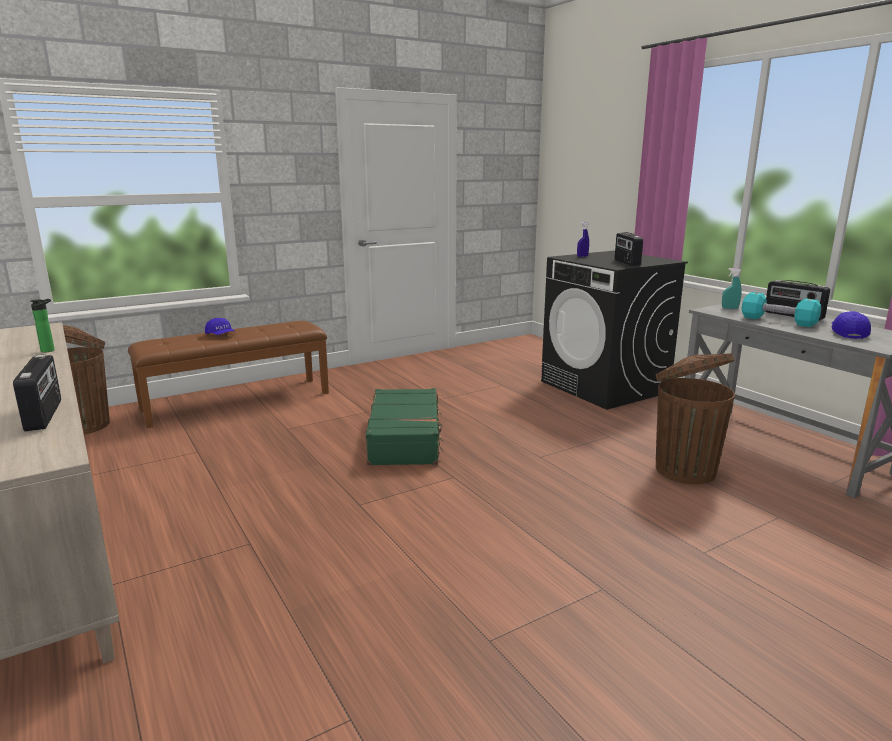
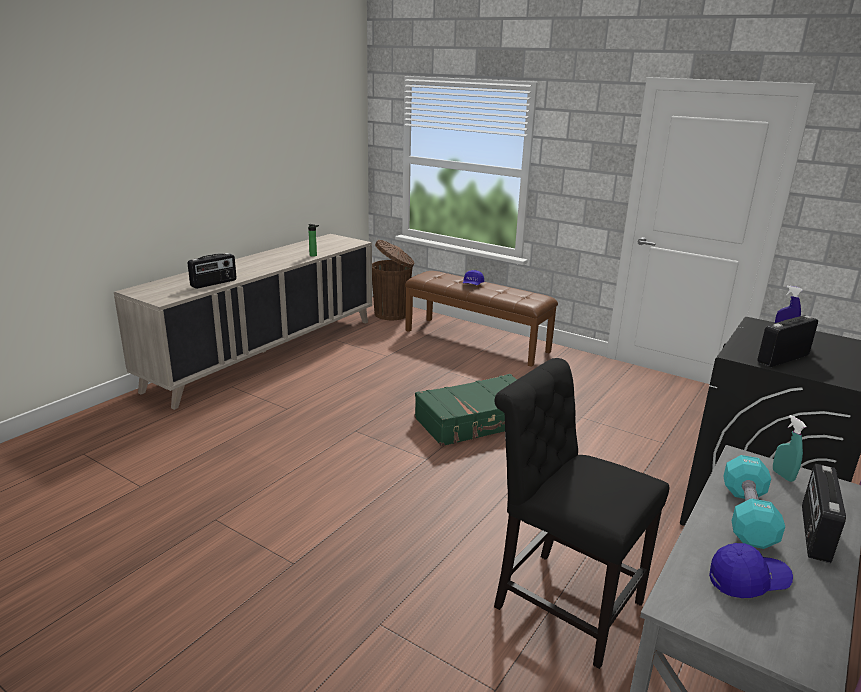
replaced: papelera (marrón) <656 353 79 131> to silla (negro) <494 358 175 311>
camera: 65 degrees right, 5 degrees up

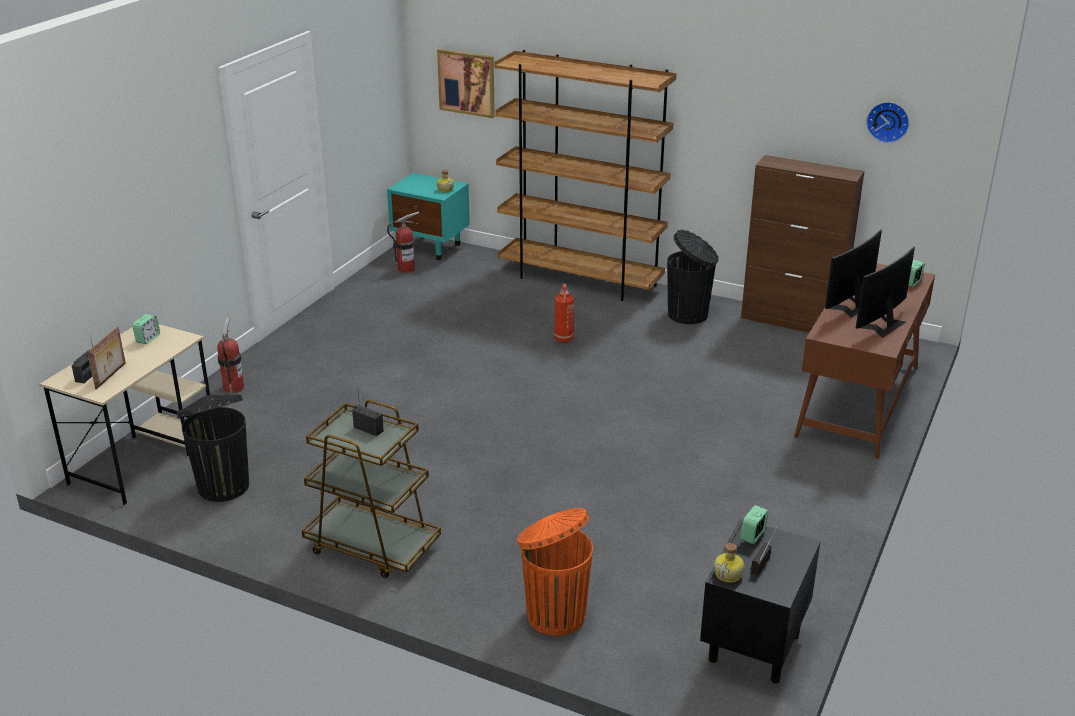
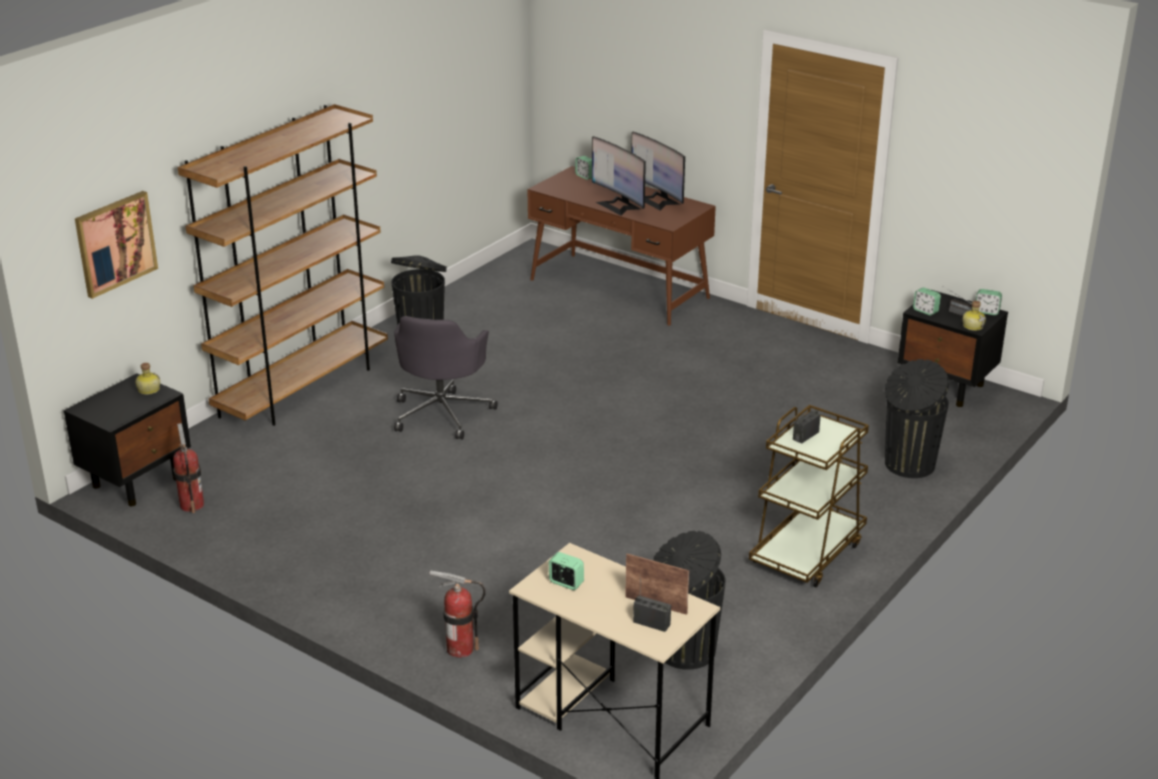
removed: armario (marrón) <741 155 124 178>; reloj de pared <866 102 43 41>
added: despertador <976 289 26 26>
replaced: extintor <554 283 20 60> to silla de oficina (gris) <394 316 104 124>
recoloured: mesita de noche (turquesa) <387 173 83 87> to mesita de noche (negro) <64 373 127 134>; papelera (naranja) <517 508 76 128> to papelera (negro) <885 359 64 119>
camera: 80 degrees left, 0 degrees up

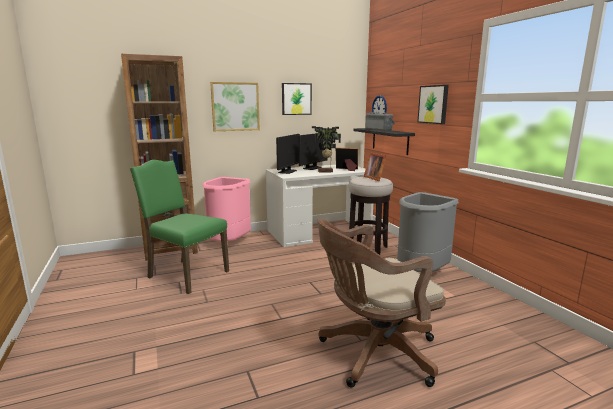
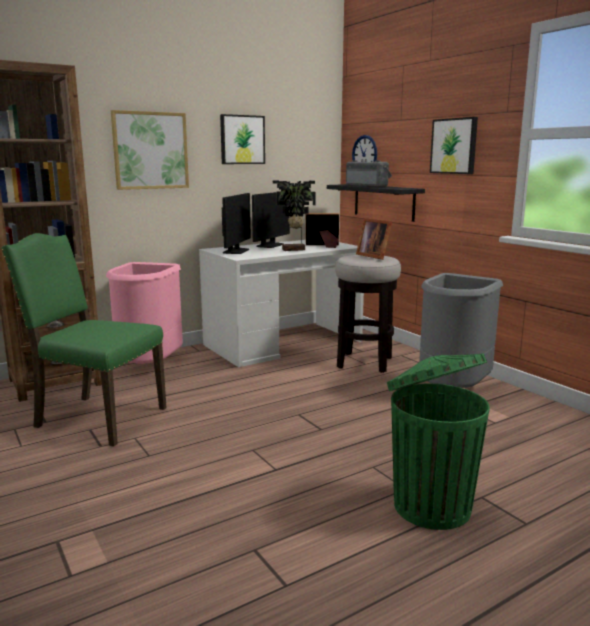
replaced: silla de oficina (marrón) <318 219 128 169> to papelera (verde) <387 353 103 177>
camera: 10 degrees left, 0 degrees up

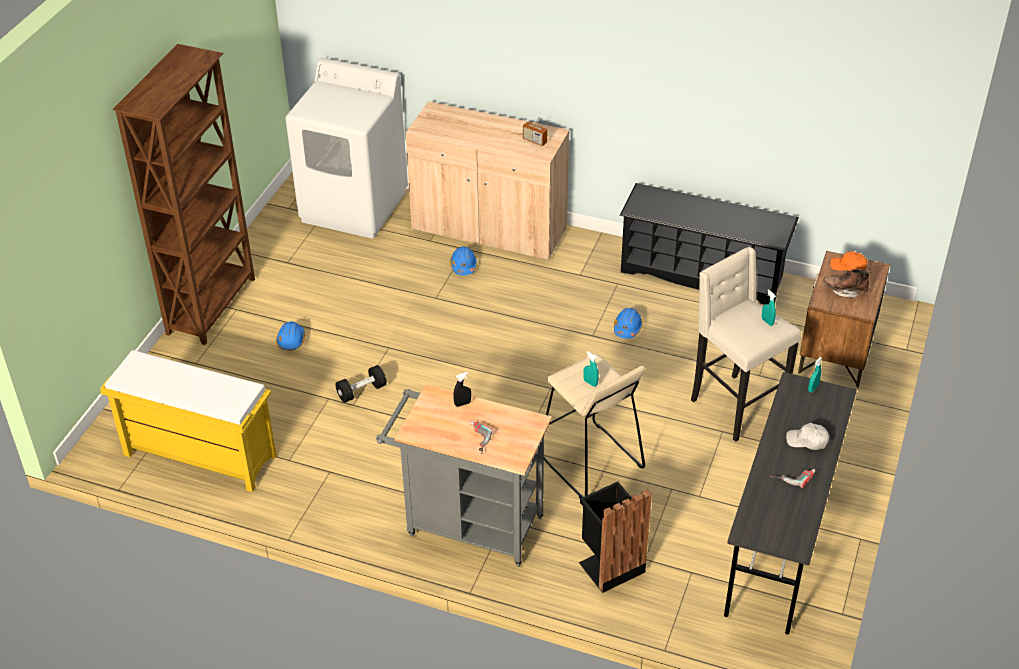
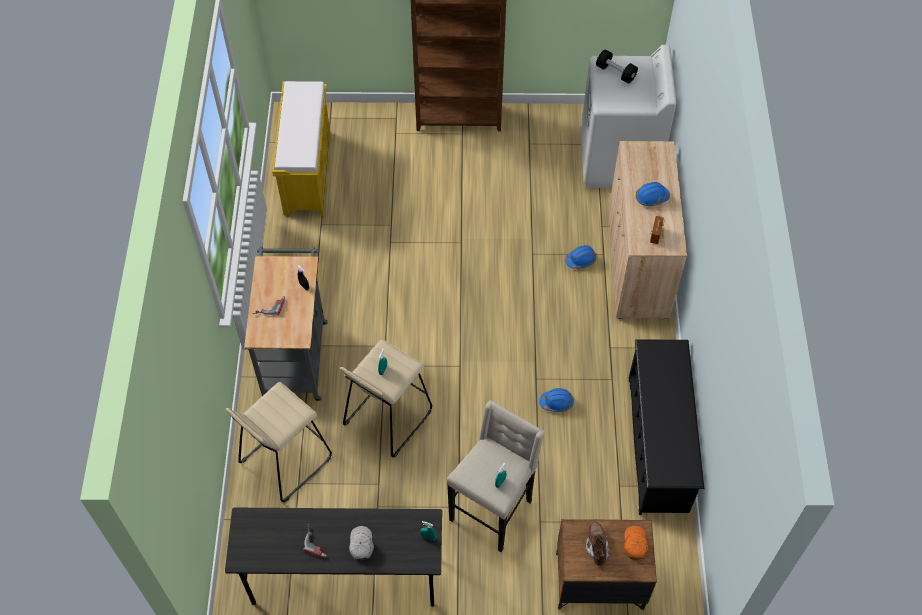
moved: mancuerna (negro) <335 365 52 38> to <596 49 42 35>; casco (azul) <276 321 29 30> to <636 182 34 24>
replaced: papelera (negro) <579 481 73 112> to taburete (beis) <225 382 107 120>
camera: 70 degrees right, 15 degrees up

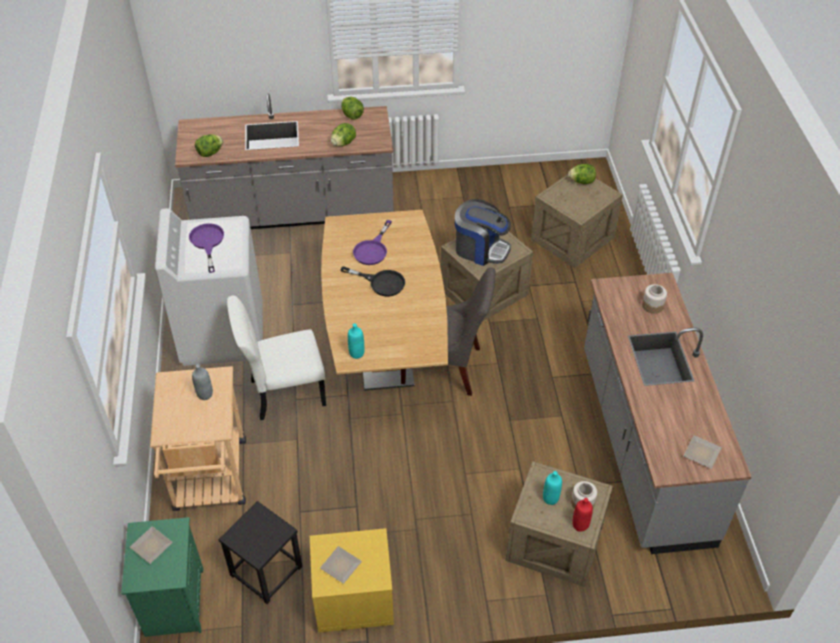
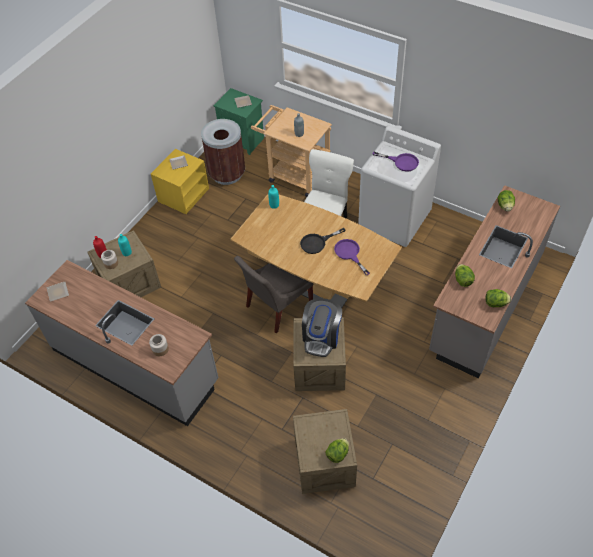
replaced: taburete (negro) <219 501 83 103> to papelera (marrón) <201 119 44 66>
turned: cafetera <455 199 56 67> = <302 298 40 59> 45 degrees counterclockwise
camera: 130 degrees right, 5 degrees up

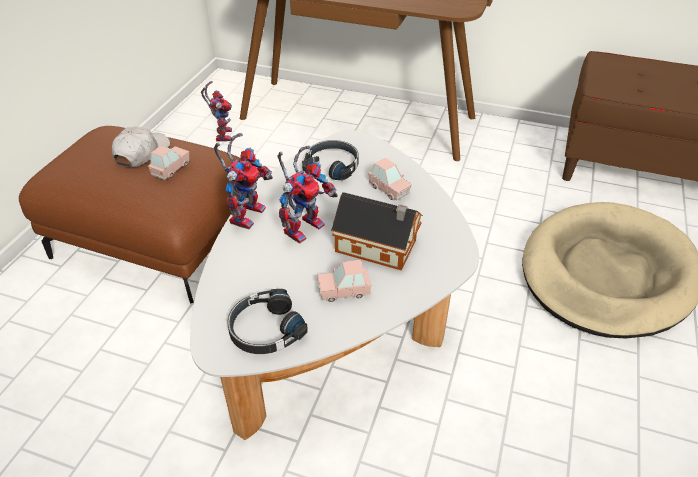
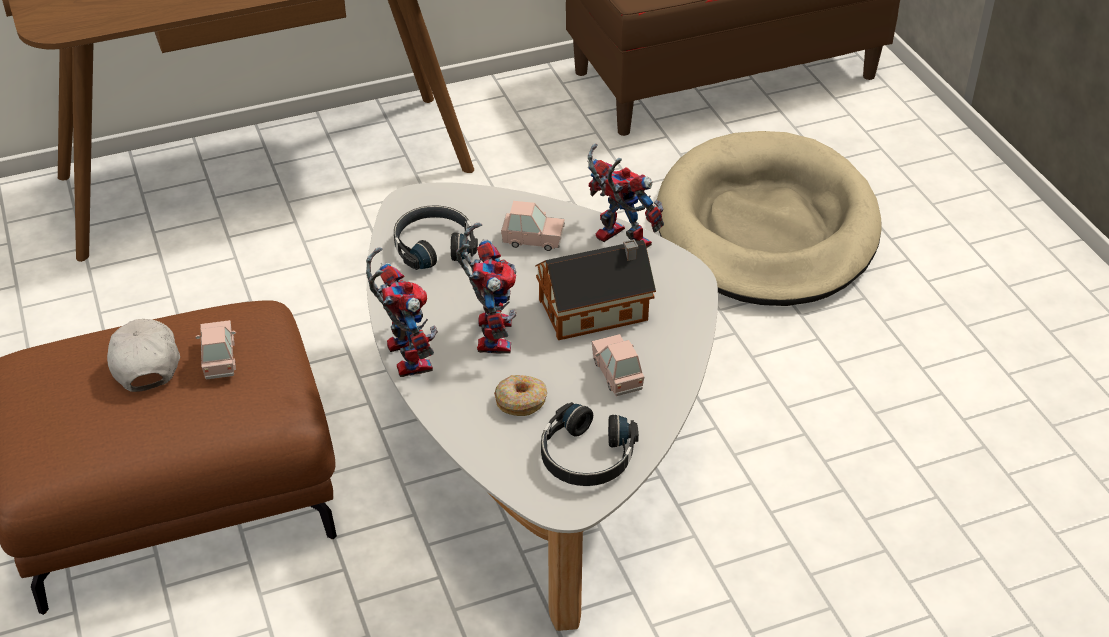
added: rosquilla <494 375 53 41>
moved: robot de juguete <201 81 31 61> to <587 143 77 105>
turned: coche de juguete (rosa) <317 260 54 42> = <591 334 53 62> 120 degrees clockwise
camera: 40 degrees left, 0 degrees up

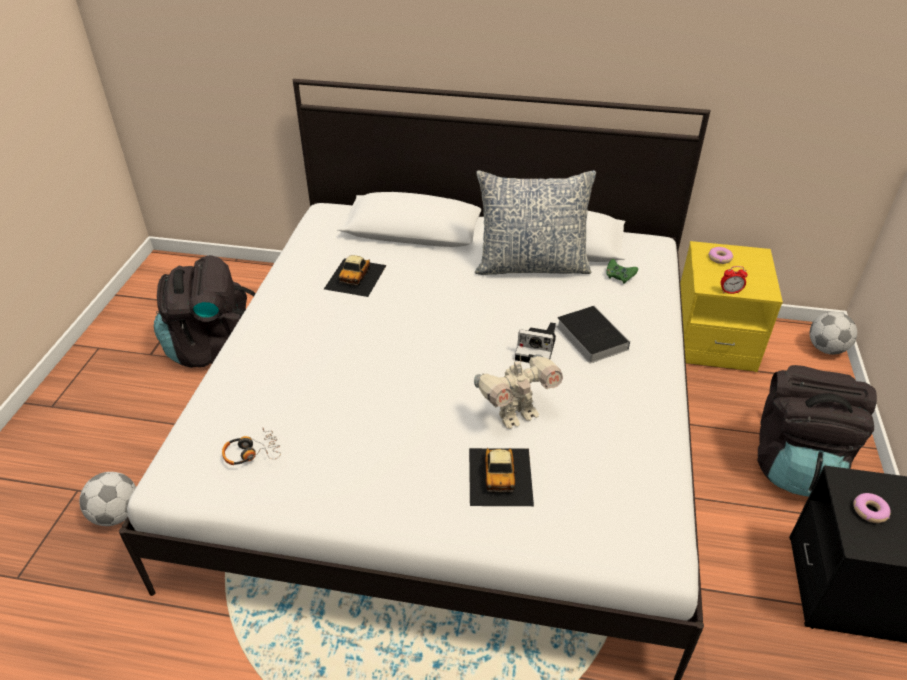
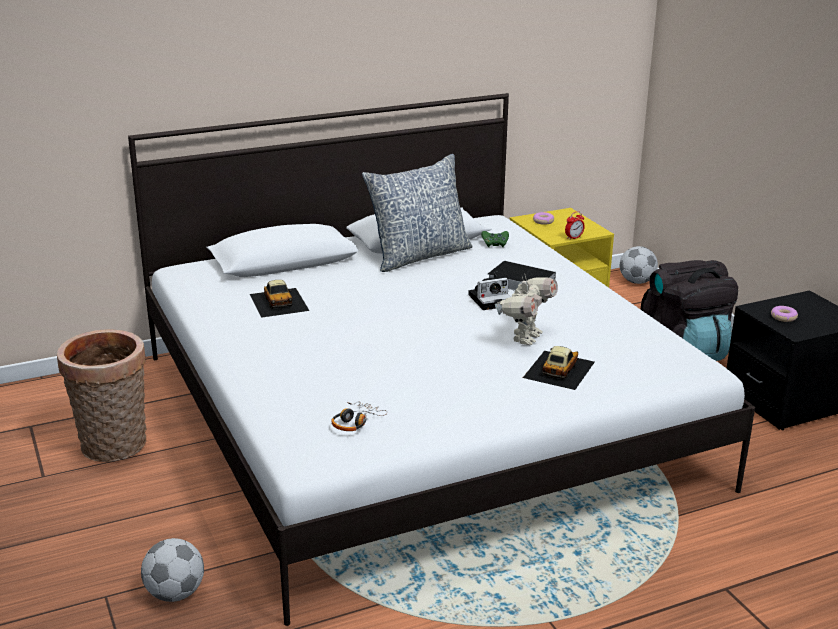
replaced: mochila (negro) <154 255 102 113> to cesta <57 329 89 133>
turned: coche de juguete <469 448 65 58> = <523 346 72 44> 120 degrees counterclockwise
camera: 35 degrees left, 15 degrees down

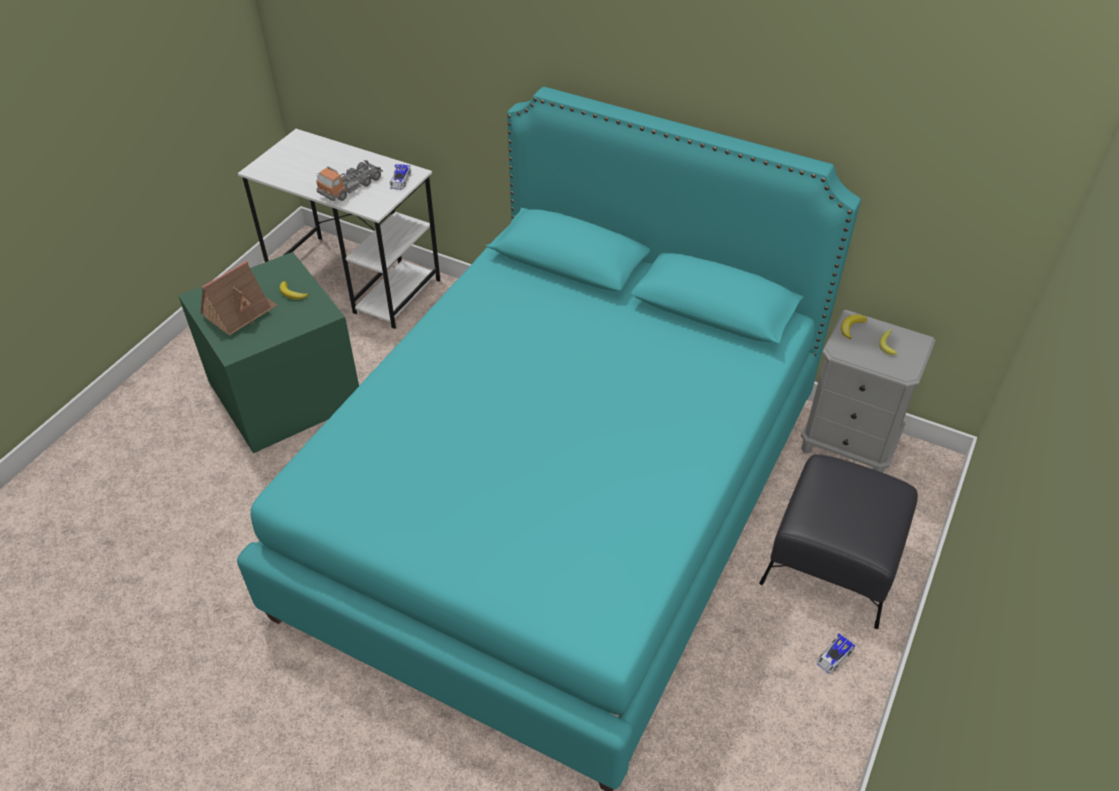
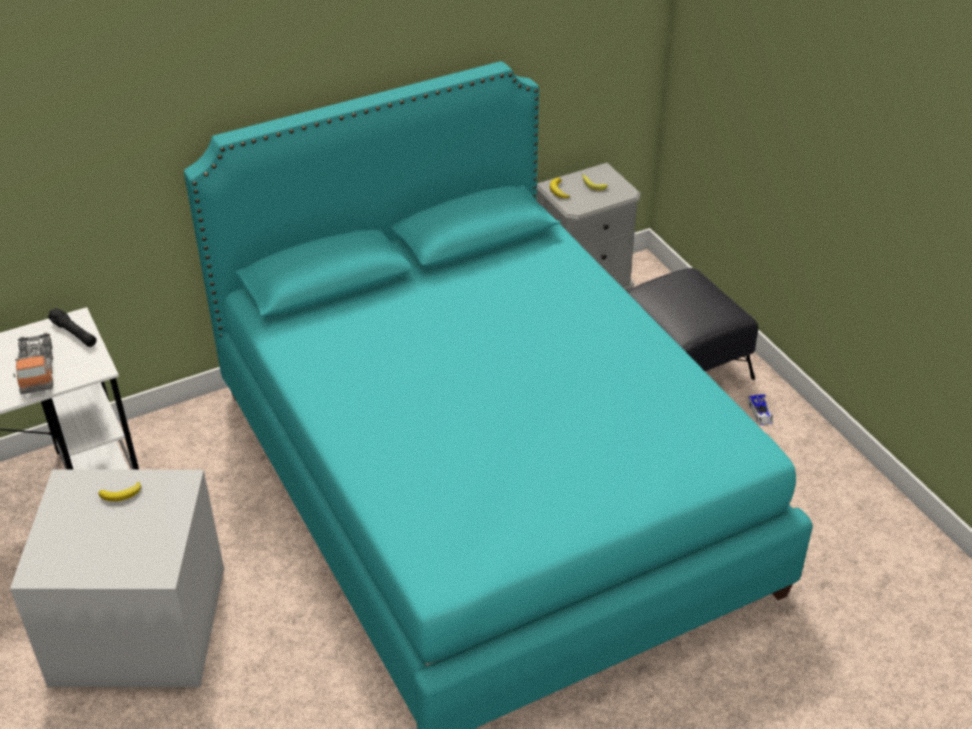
removed: casita <201 261 77 75>
replaced: coche de juguete <390 164 21 26> to linterna (negro) <48 308 49 39>
recoloured: caja de almacenaje (verde) <178 252 181 201> to caja de almacenaje (gris) <10 469 214 218>
camera: 55 degrees left, 5 degrees down

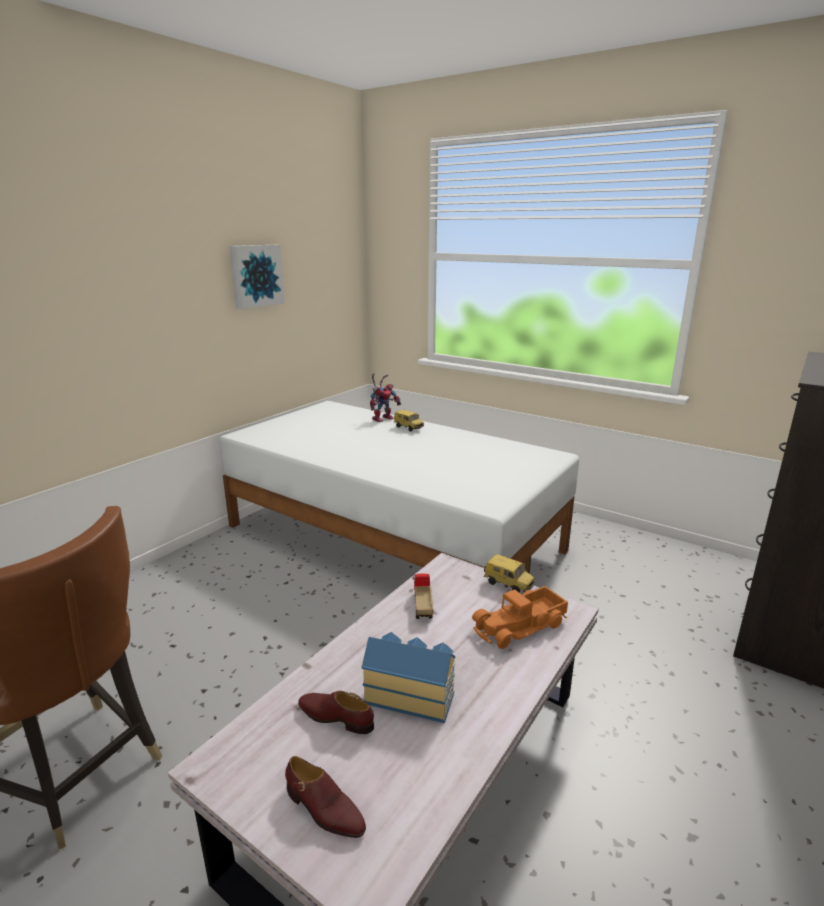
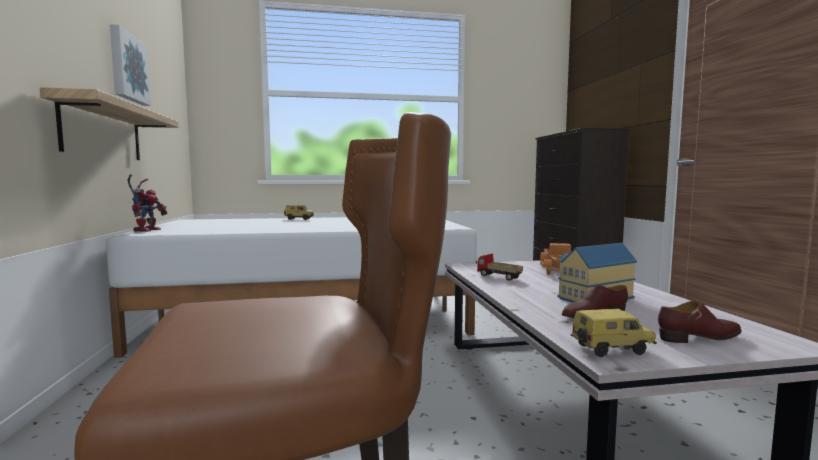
added: estante <40 87 139 73>
moved: robot de juguete <370 373 31 49> to <127 175 41 57>; coche de juguete <484 554 51 38> to <571 309 86 48>
camera: 45 degrees left, 15 degrees down

